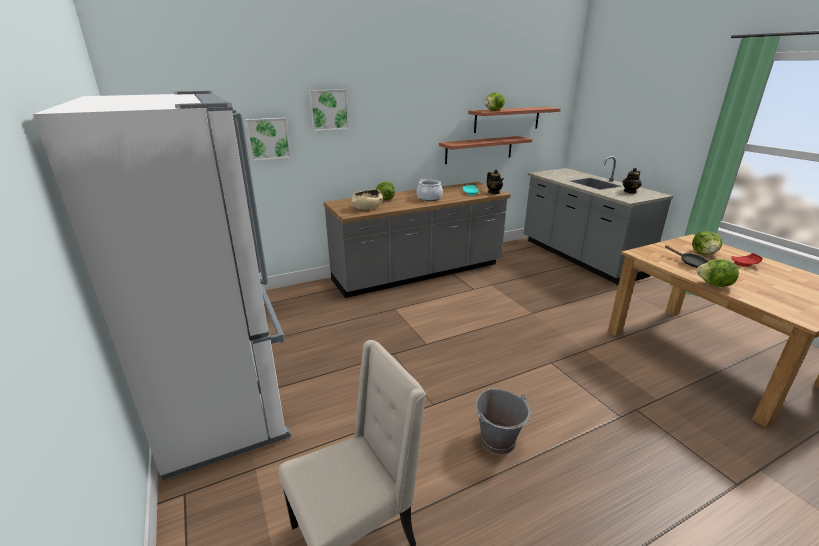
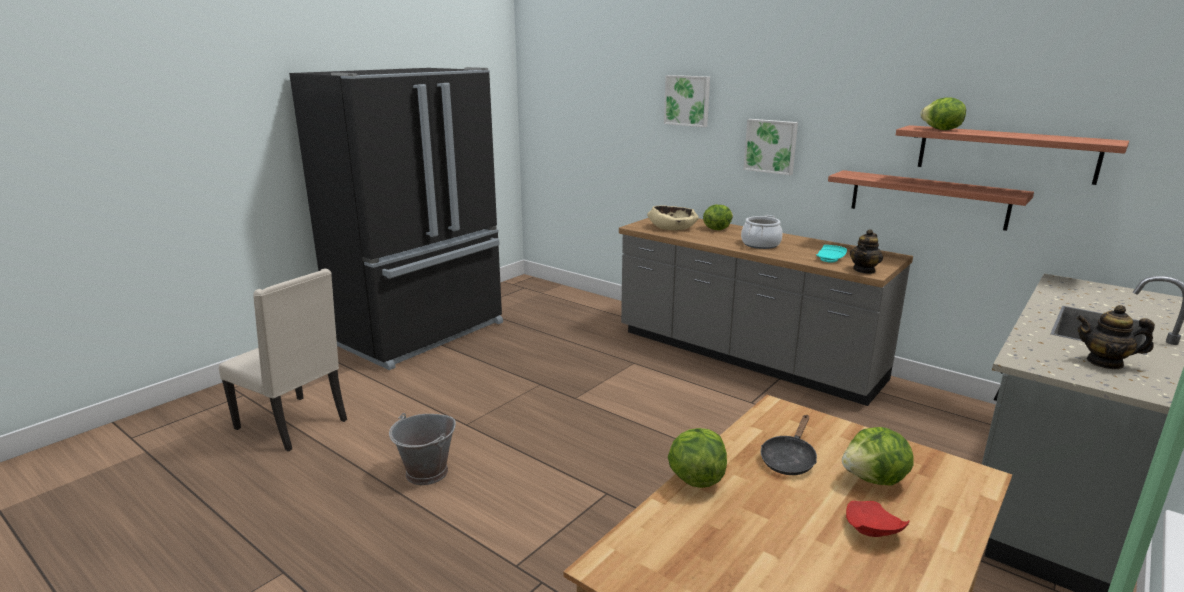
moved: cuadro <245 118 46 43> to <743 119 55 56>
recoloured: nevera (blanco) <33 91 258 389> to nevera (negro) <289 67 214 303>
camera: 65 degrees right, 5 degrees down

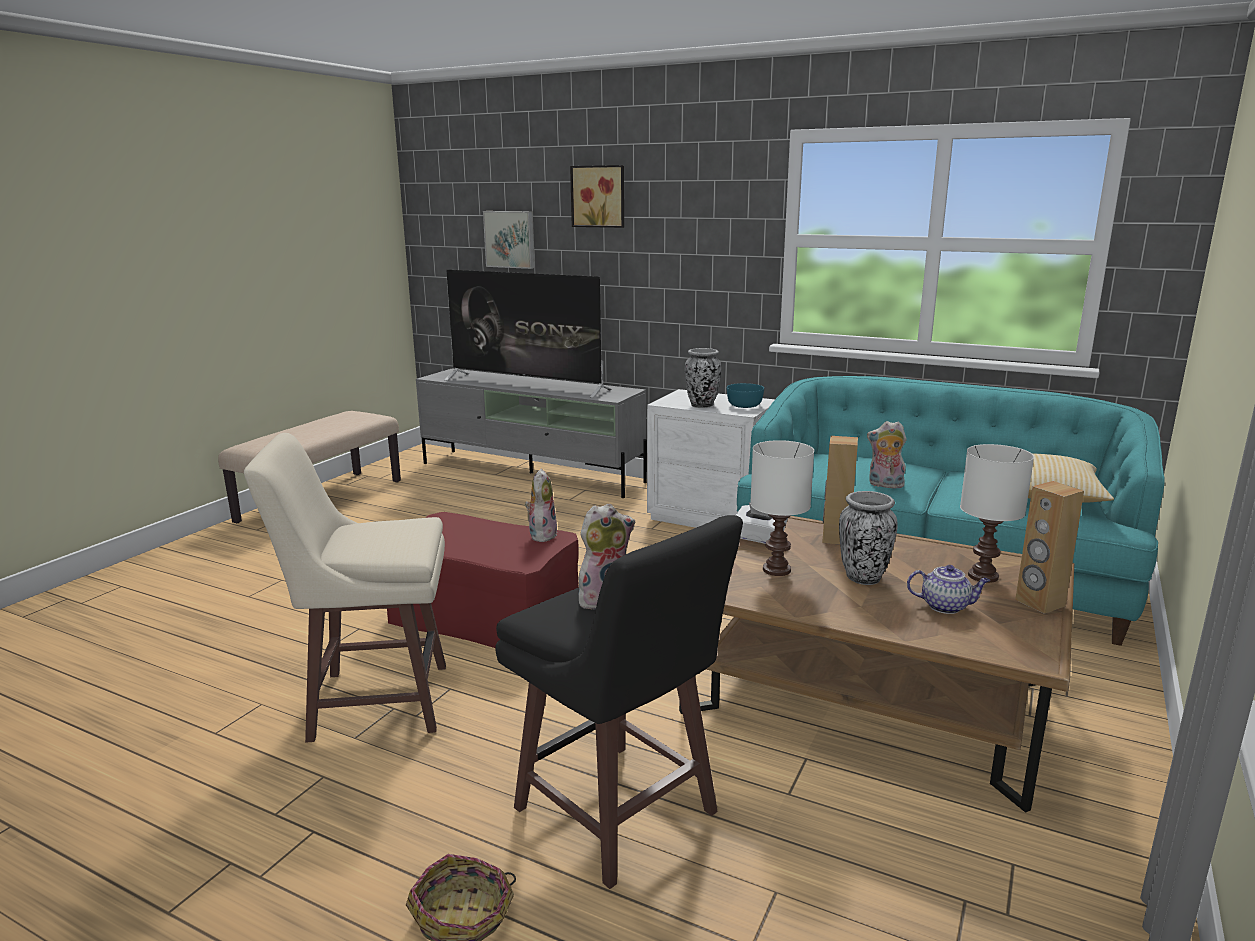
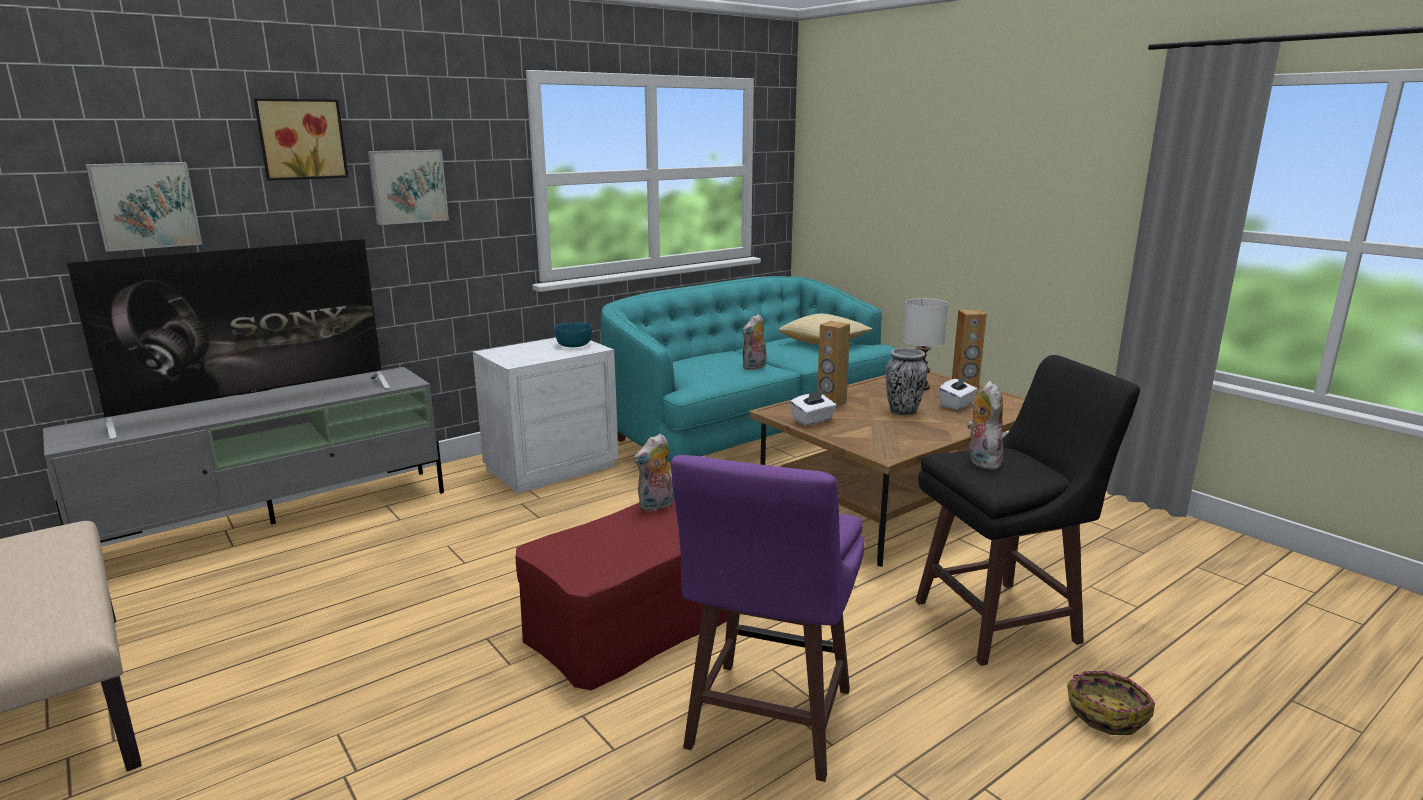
removed: florero <685 348 36 60>; lámpara de mesa (blanco) <750 440 64 136>
added: cuadro <368 150 81 75>
replaced: tetera <907 565 83 49> to caja de pañuelos (blanco) <939 375 38 35>
recoloured: taburete (beis) <244 433 202 310> to taburete (morado) <671 455 194 327>
turned: peluche <525 469 32 73> = <634 434 40 78> 75 degrees counterclockwise
camera: 65 degrees left, 0 degrees up

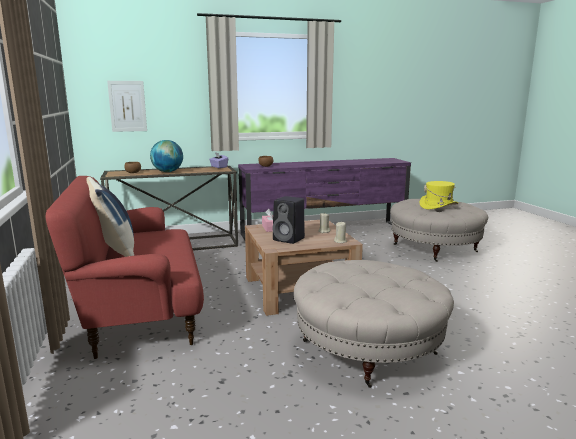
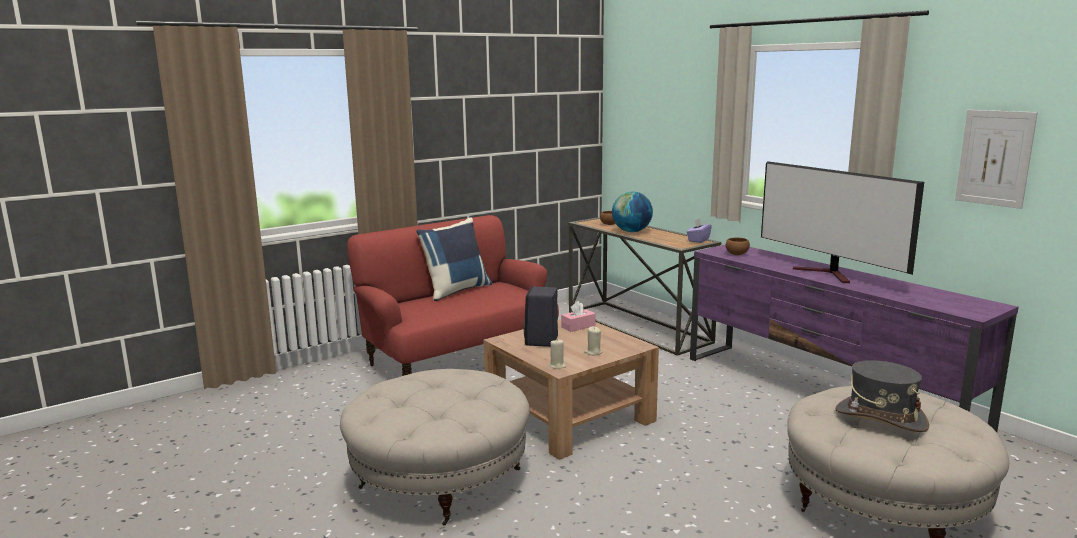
added: televisor <761 161 163 122>
moved: cuadro <107 81 40 51> to <955 110 83 99>
recoloured: sombrero (amarillo) <419 181 39 28> to sombrero (gris) <835 360 94 72>
camera: 70 degrees right, 0 degrees up

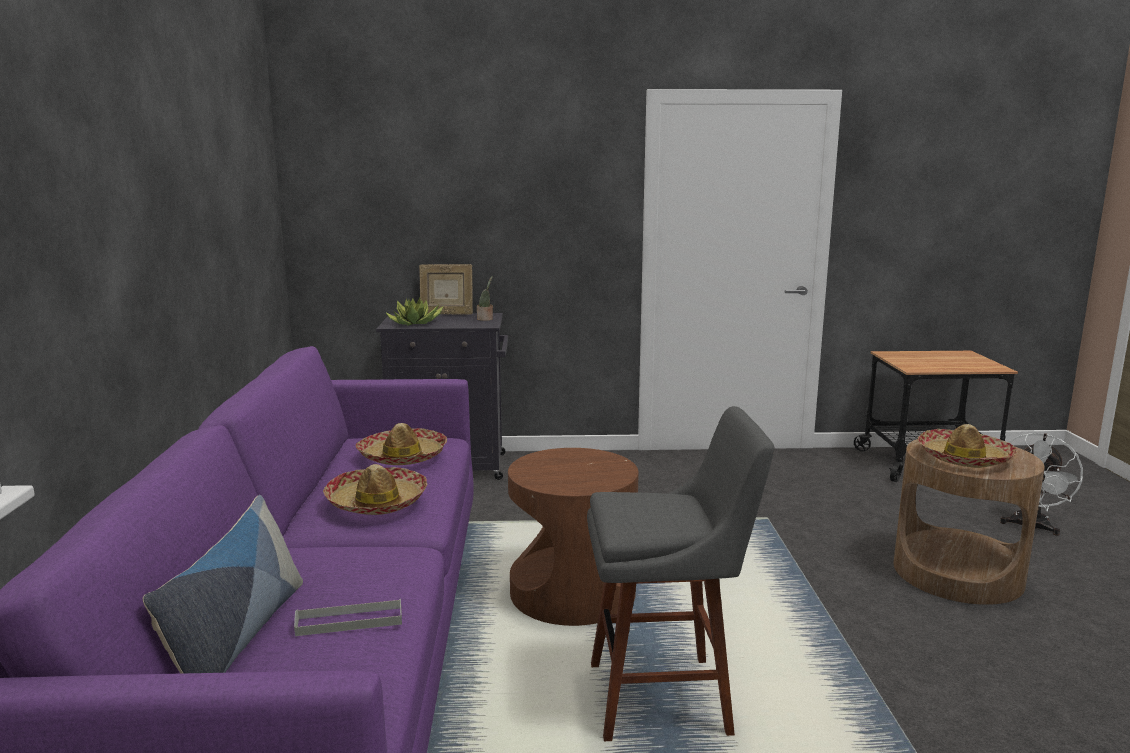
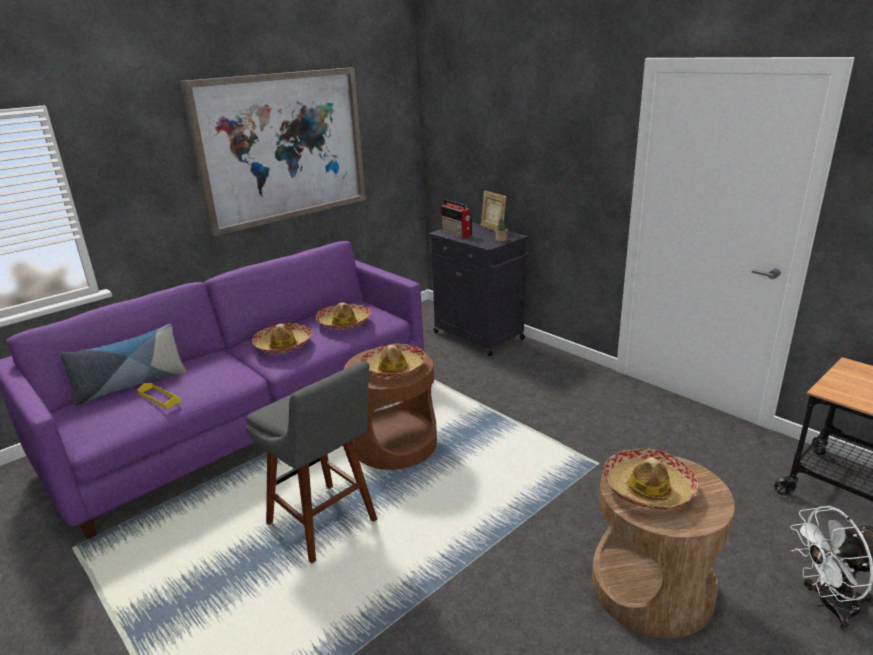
added: cuadro <180 68 186 168>; sombrero <360 343 65 34>
replaced: planta en maceta <385 297 59 28> to radio <441 199 31 39>
recoloured: bandeja (gris) <294 599 108 37> to bandeja (amarillo) <137 383 44 26>
camera: 50 degrees right, 10 degrees up

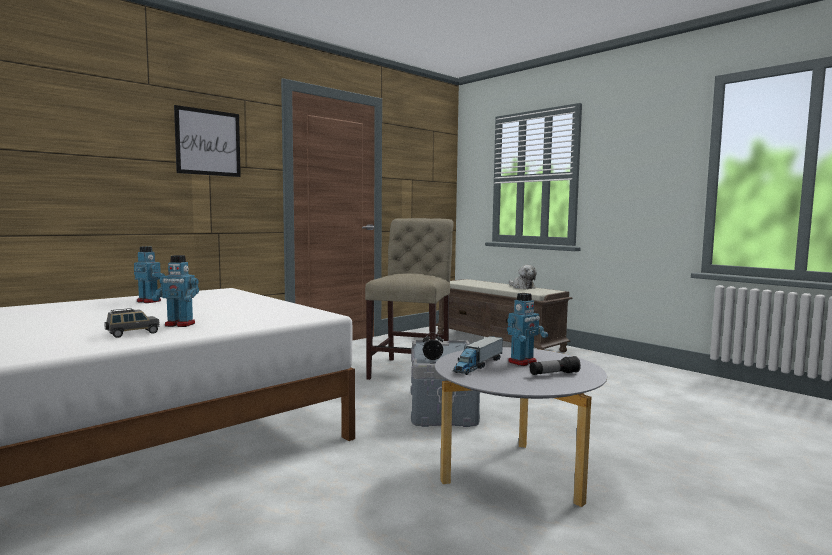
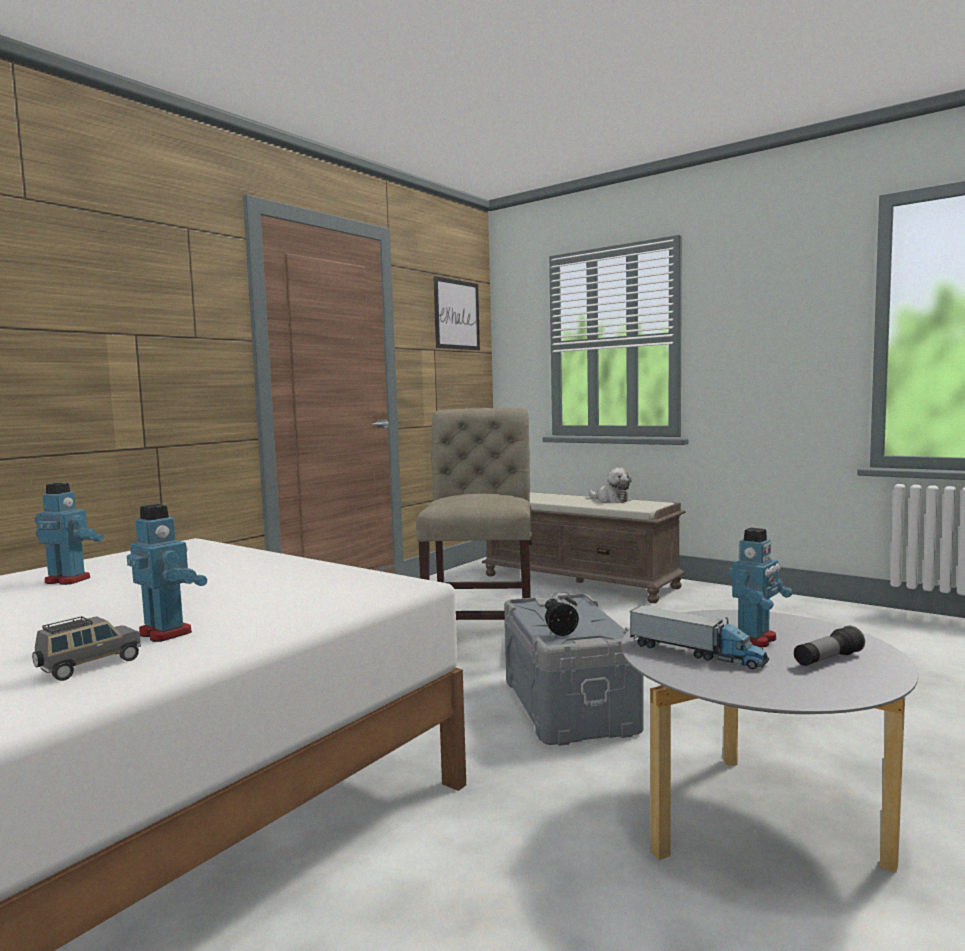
moved: cuadro <174 105 67 72> to <433 276 47 74>
turned: robot de juguete <152 255 47 72> = <127 504 80 138> 135 degrees counterclockwise; camión de juguete <453 336 50 39> = <629 605 140 64> 75 degrees counterclockwise
camera: 10 degrees left, 0 degrees up

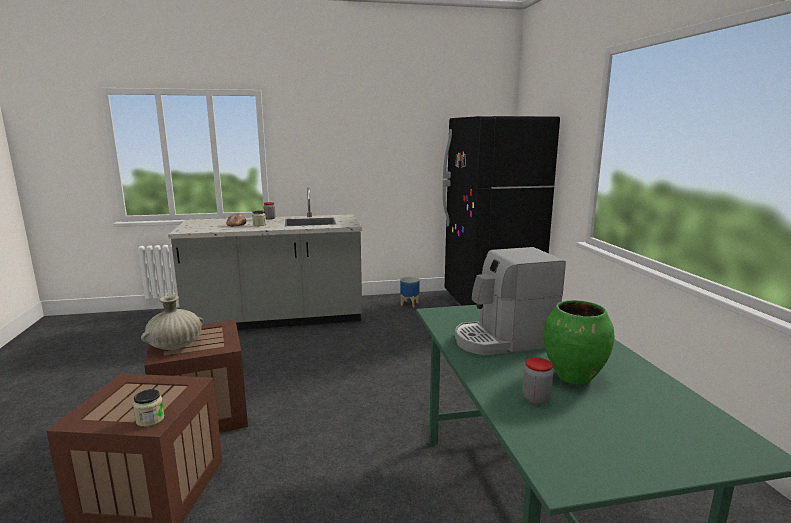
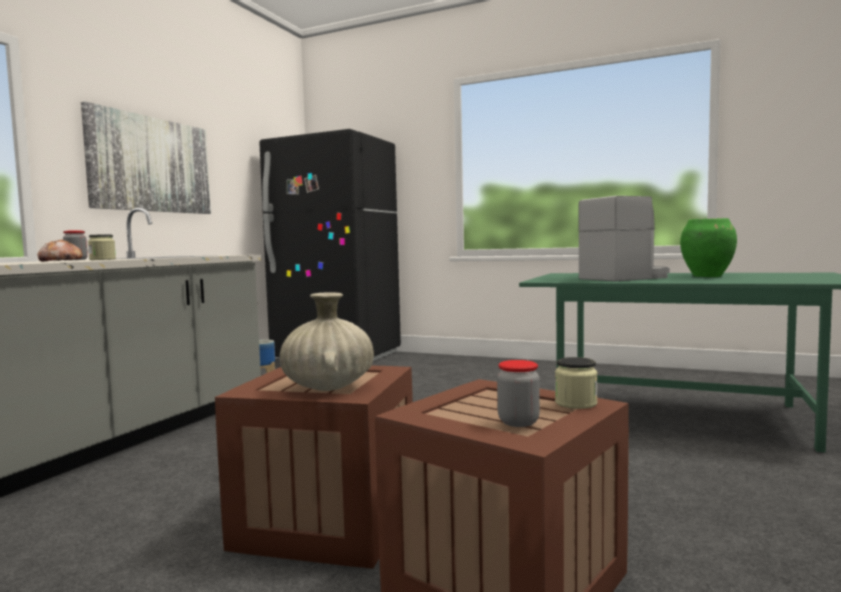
added: cuadro <81 102 130 112>
moved: tarro <522 357 31 48> to <497 360 43 67>
turned: cafetera <455 247 111 108> = <578 196 92 85> 135 degrees counterclockwise
camera: 55 degrees left, 10 degrees down

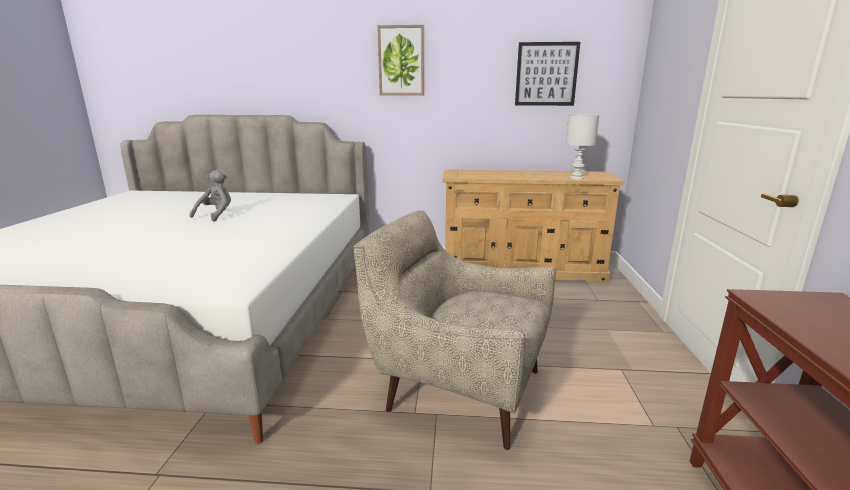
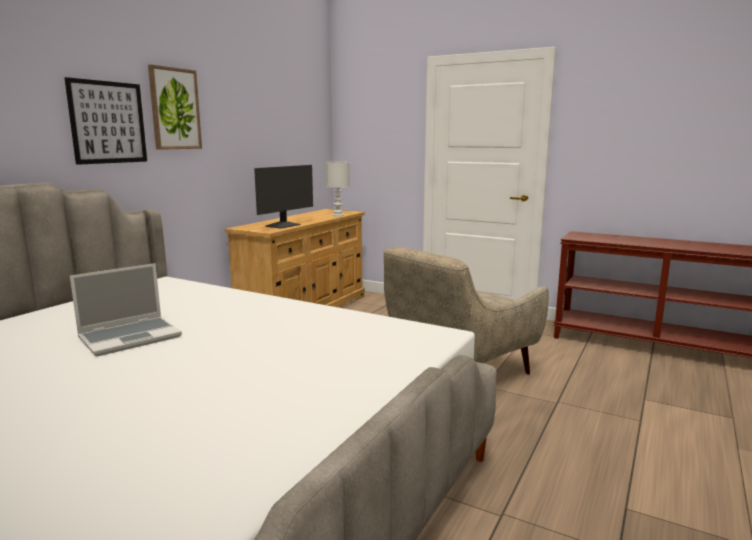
added: monitor <254 165 59 64>
moved: cuadro <515 42 65 64> to <64 77 83 88>
replaced: peluche (gris) <189 170 42 52> to portátil <70 263 112 93>
camera: 65 degrees left, 5 degrees down

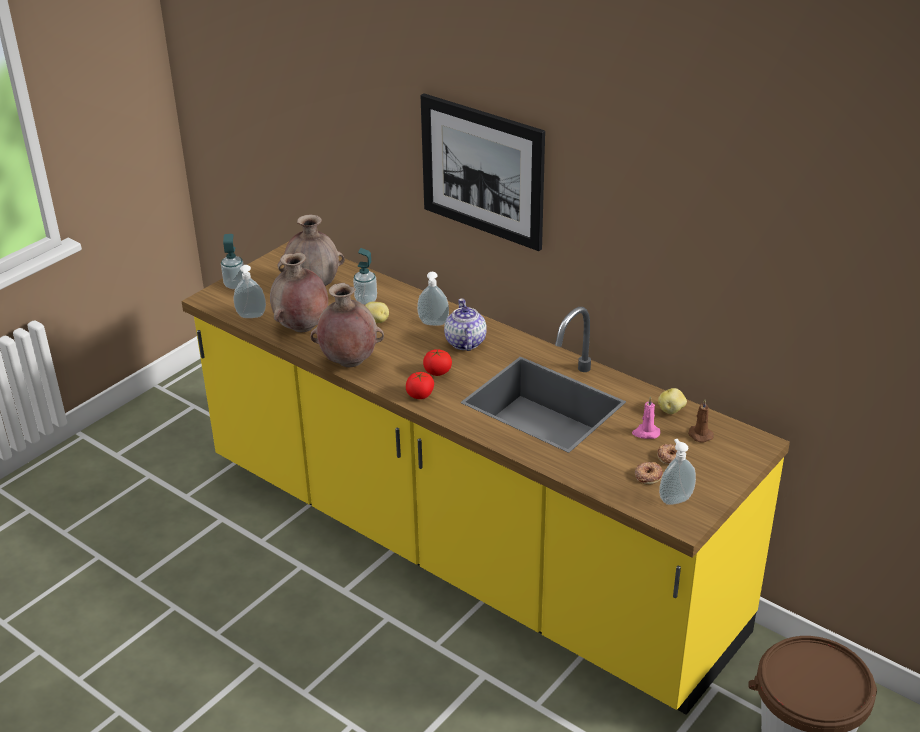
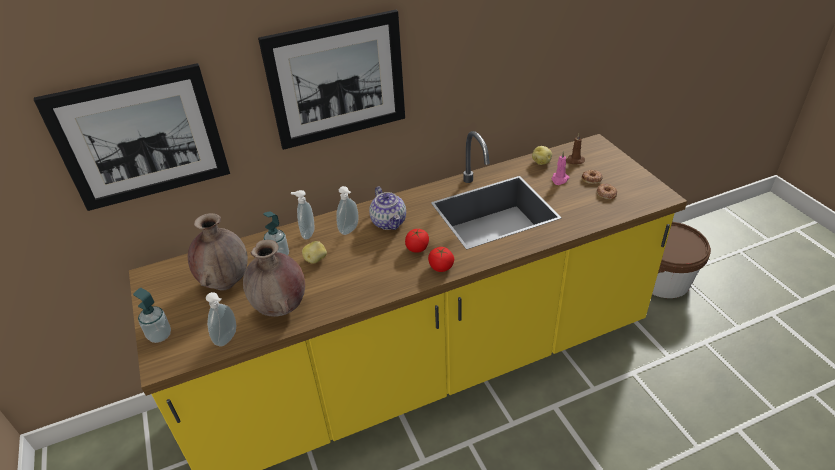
removed: florero (marrón) <310 283 74 84>
added: cuadro <34 63 196 148>
moved: dispensador de jabón <659 439 37 66> to <291 190 23 49>
turned: tetera <444 299 43 52> = <369 187 37 43> 135 degrees counterclockwise
camera: 60 degrees left, 5 degrees up

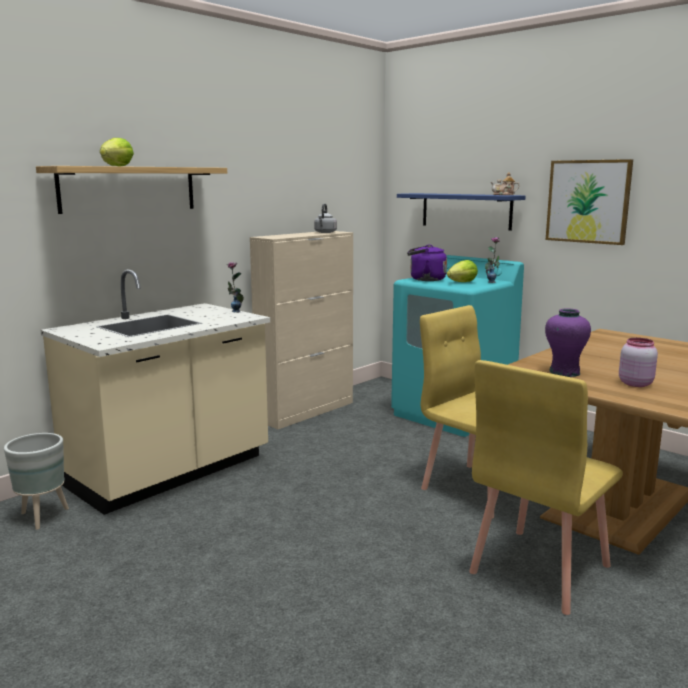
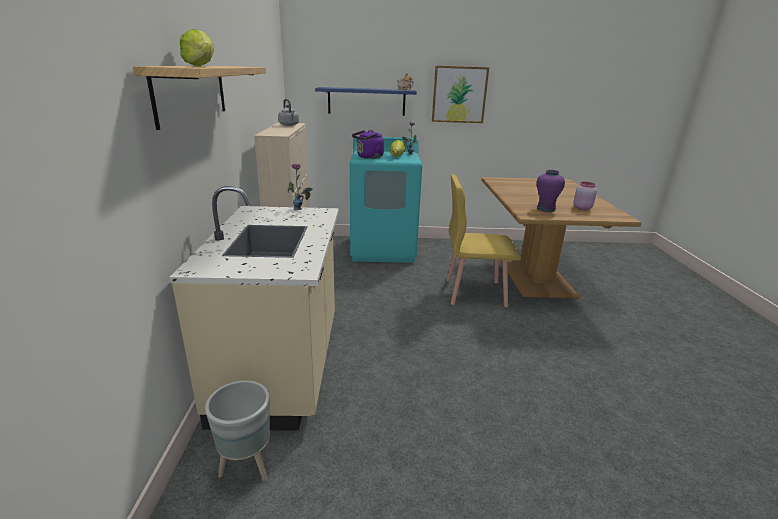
removed: silla (amarillo) <469 360 154 255>
camera: 45 degrees left, 10 degrees up

